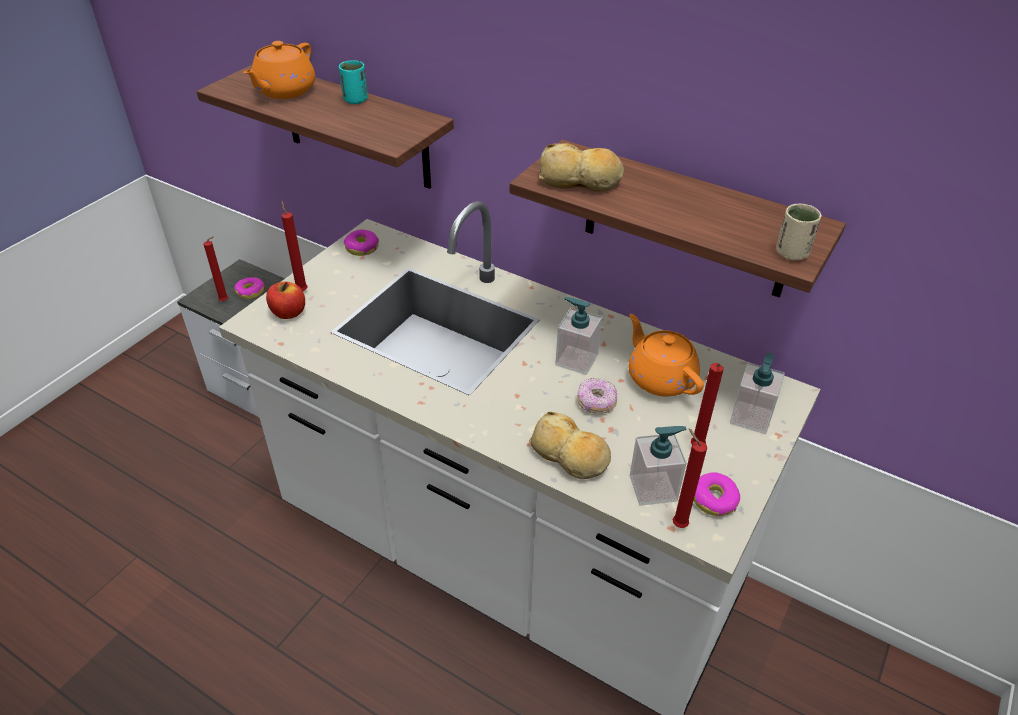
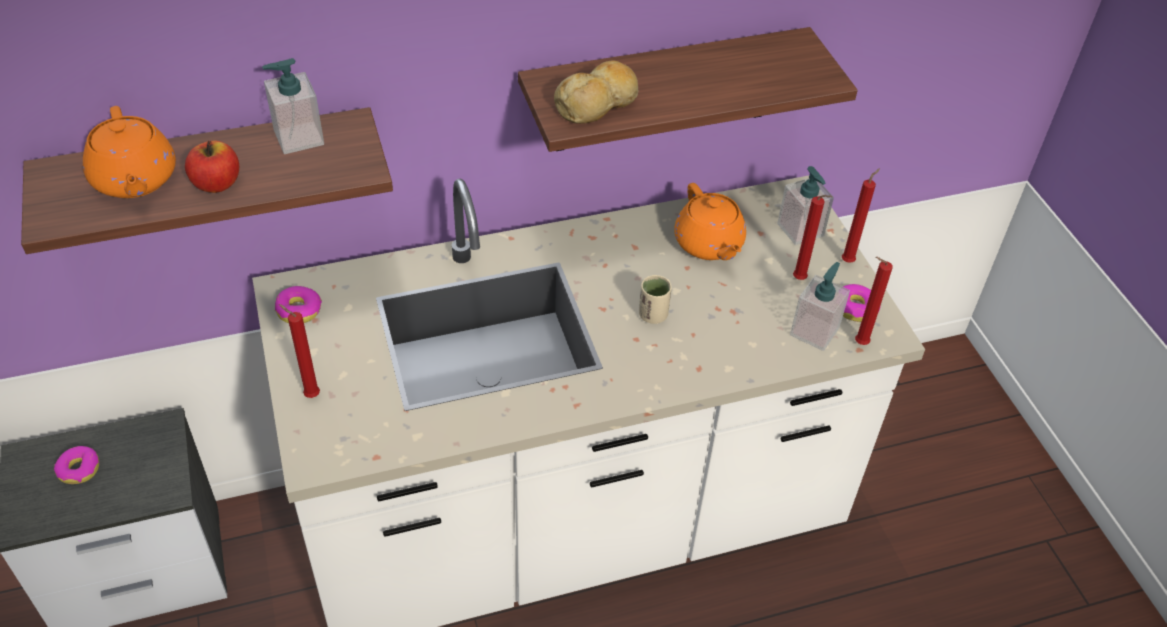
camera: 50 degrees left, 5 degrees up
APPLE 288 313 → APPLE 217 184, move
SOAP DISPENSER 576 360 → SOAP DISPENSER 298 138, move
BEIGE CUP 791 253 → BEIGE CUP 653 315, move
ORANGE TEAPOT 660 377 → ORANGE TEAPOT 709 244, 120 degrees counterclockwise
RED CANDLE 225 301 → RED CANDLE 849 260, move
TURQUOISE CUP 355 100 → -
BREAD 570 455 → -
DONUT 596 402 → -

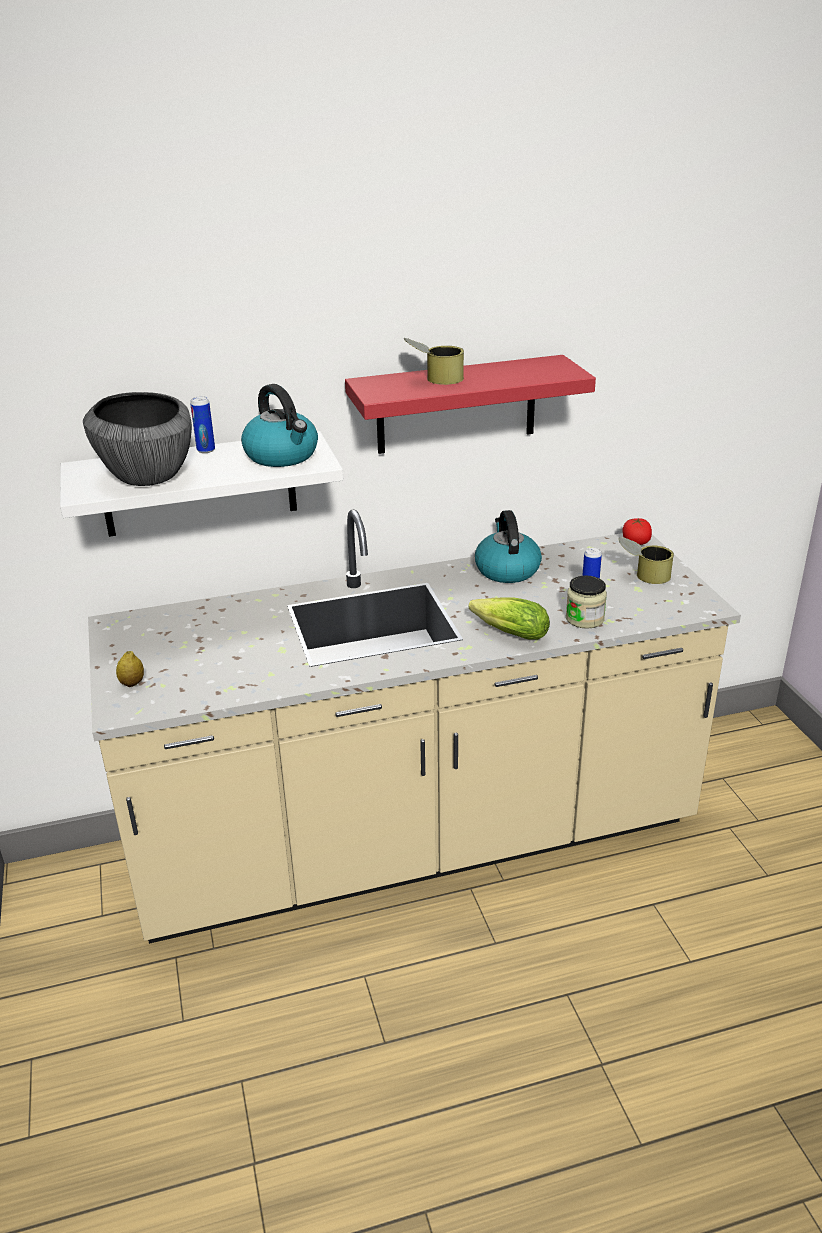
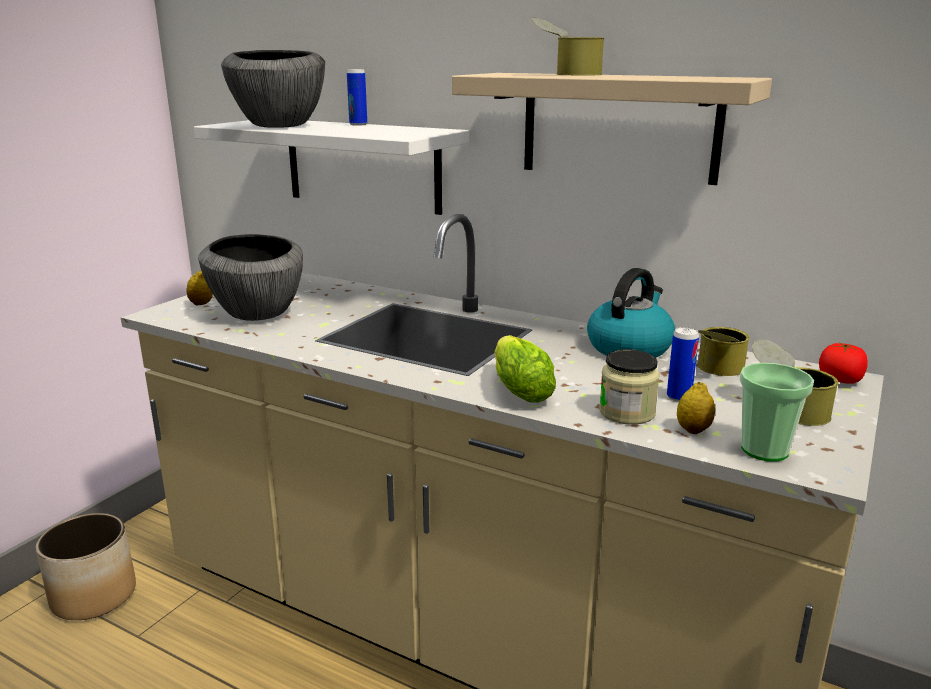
camera: 45 degrees right, 10 degrees down
- → PLANTER 94 595
- → BOWL 257 314
RED SHELF 456 405 → BEIGE SHELF 619 126
- → LEMON 693 430
- → CAN 716 372
- → CUP 764 450
KETTLE 282 456 → -

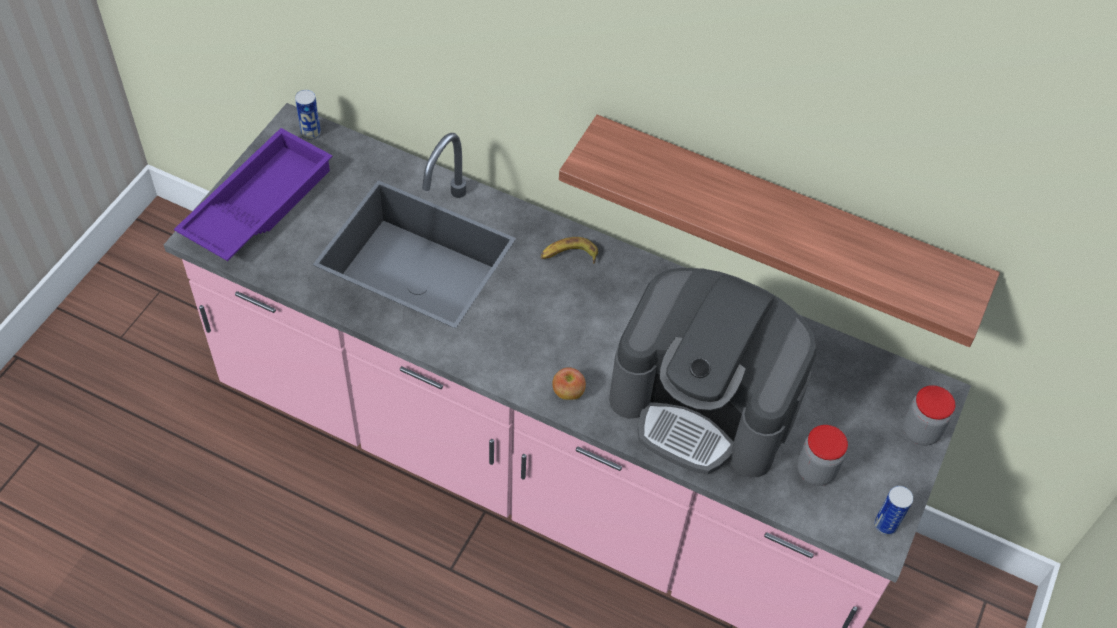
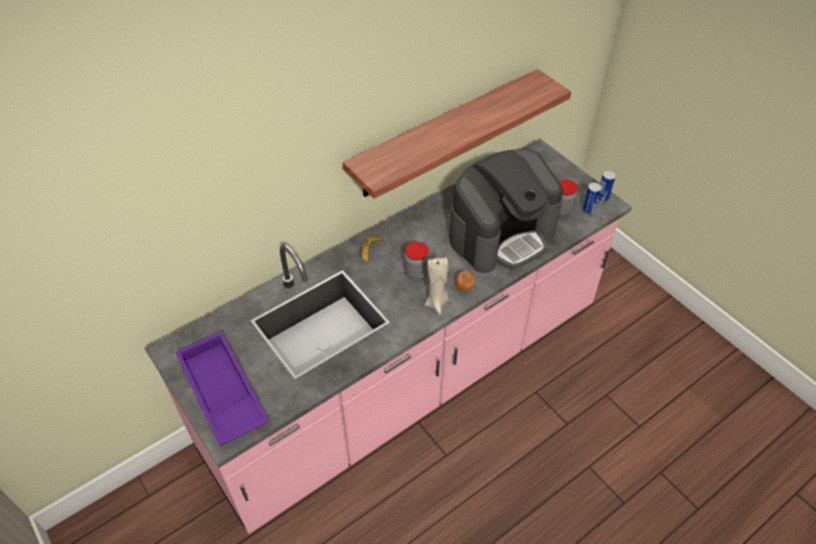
camera: 60 degrees left, 5 degrees down
JAR 920 431 → JAR 416 273, move
- → BEIGE CANDLE 436 303
CAN 311 133 → CAN 588 211, move

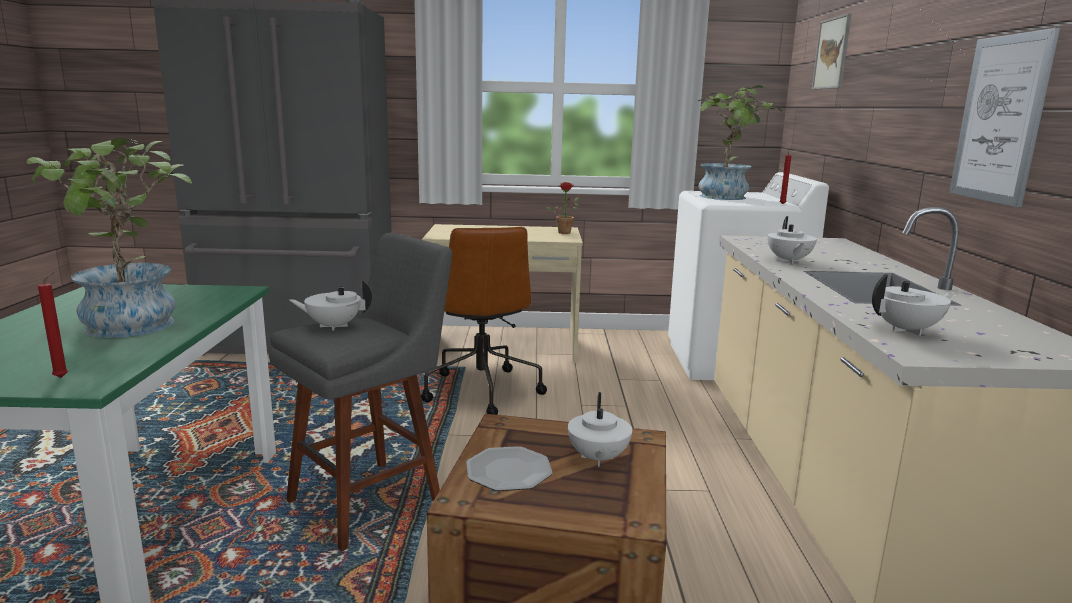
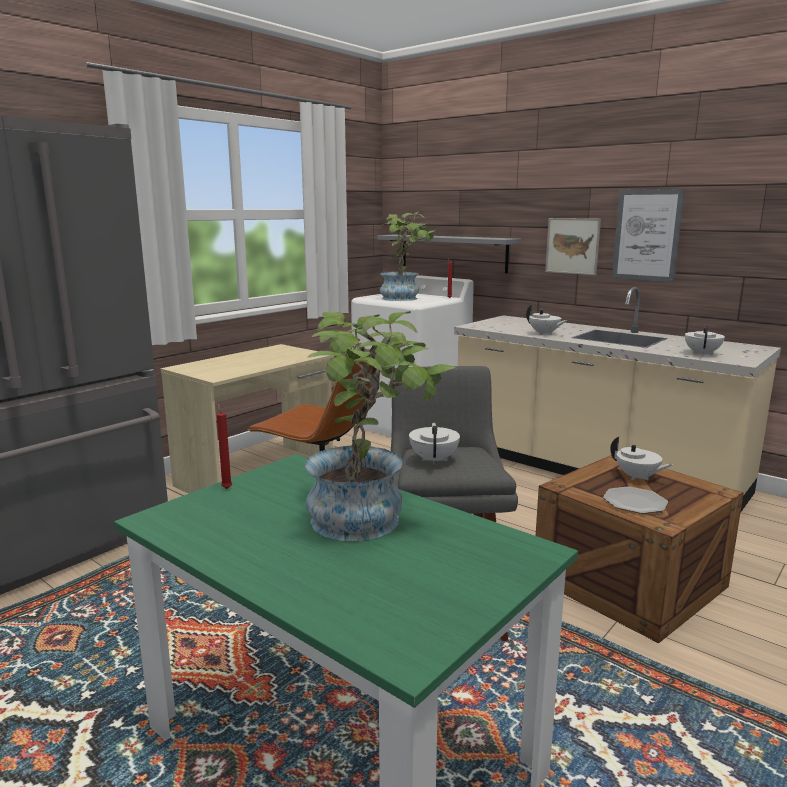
camera: 50 degrees left, 0 degrees up
RED CANDLE 63 377 → RED CANDLE 226 488, move
- → GREY SHELF 453 253
WHITE TEAPOT 333 326 → WHITE TEAPOT 434 459, 150 degrees clockwise
PICTURE 832 53 → PICTURE 572 246, move
POTTED PLANT 565 232 → -

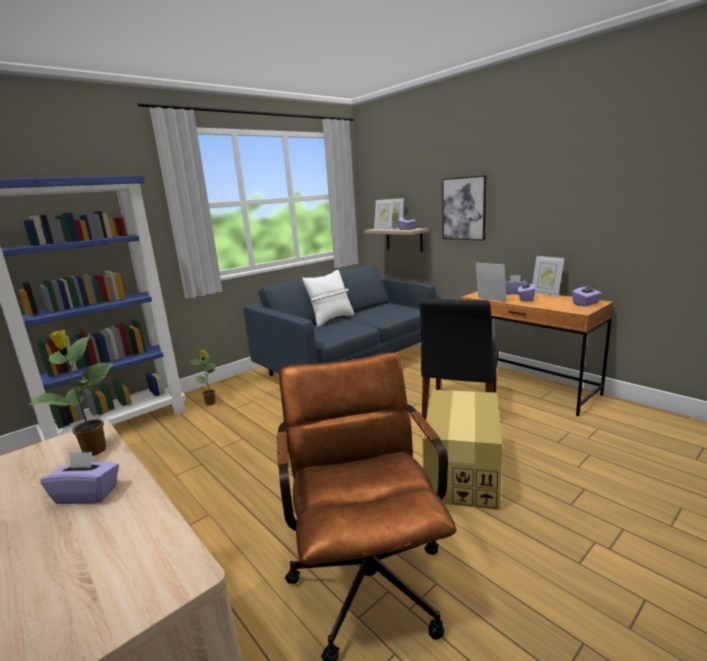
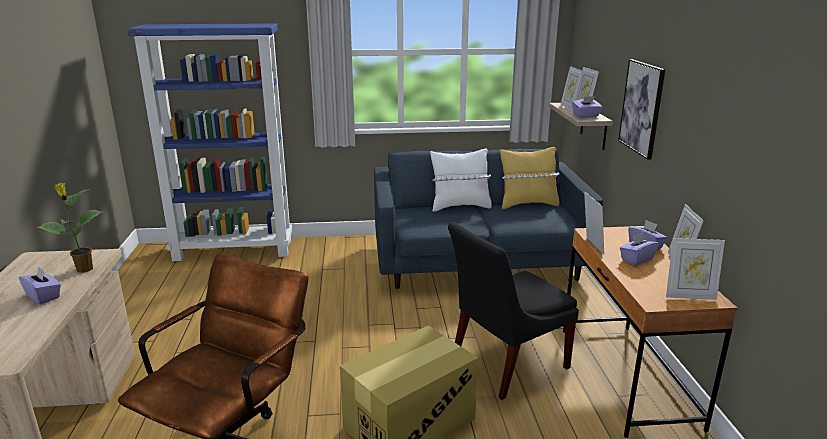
camera: 35 degrees right, 5 degrees up
- → YELLOW PILLOW 527 204
PURPLE TISSUE BOX 586 304 → PICTURE FRAME 689 296
POTTED PLANT 210 403 → -

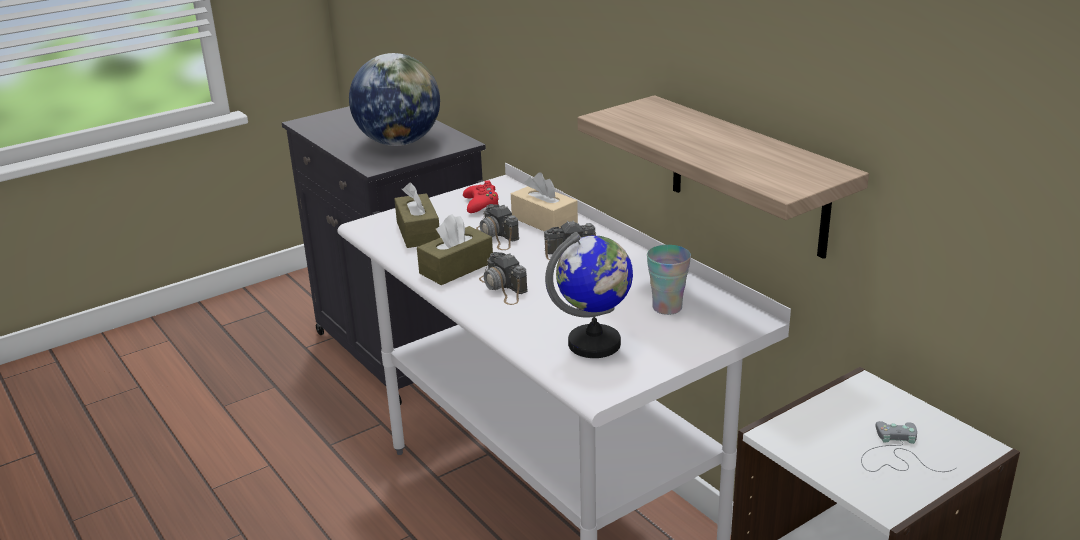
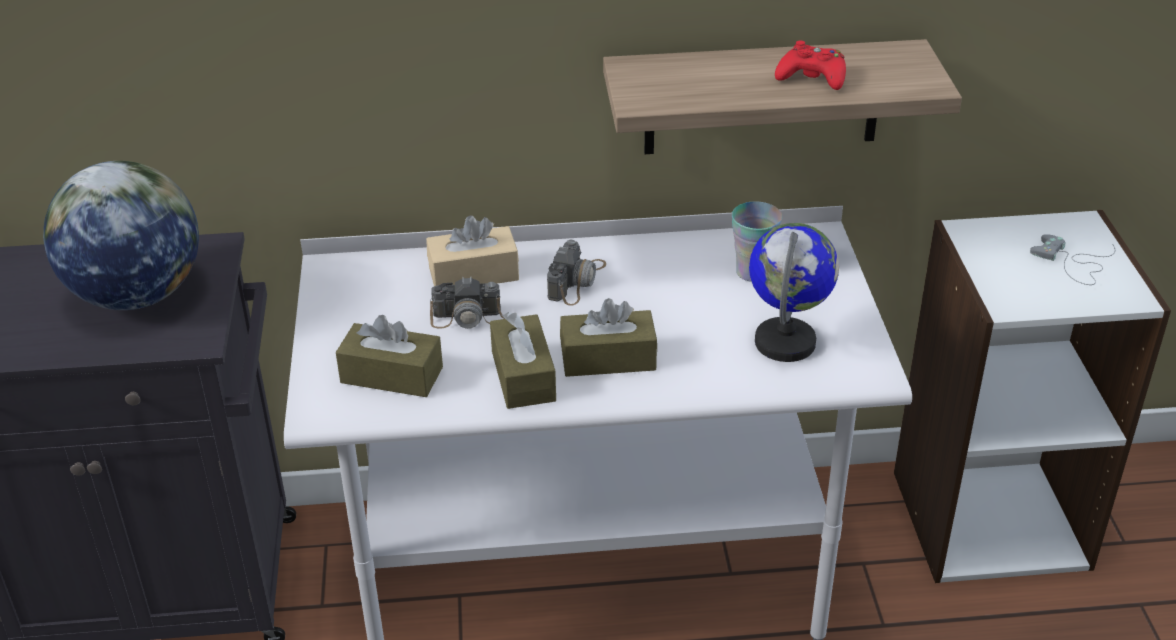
camera: 60 degrees left, 10 degrees up
PHOTO CAMERA 503 288 → BROWN TISSUE BOX 608 358
RED GAME CONTROLLER 481 205 → RED GAME CONTROLLER 812 77, move

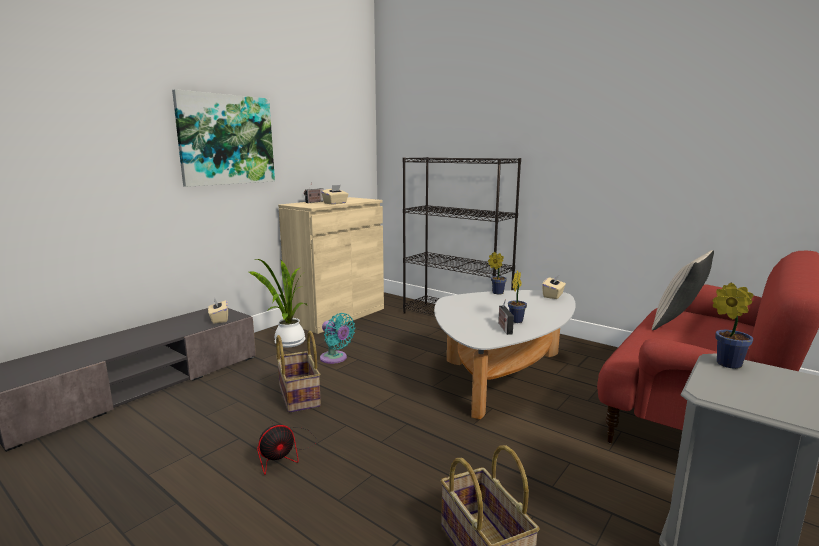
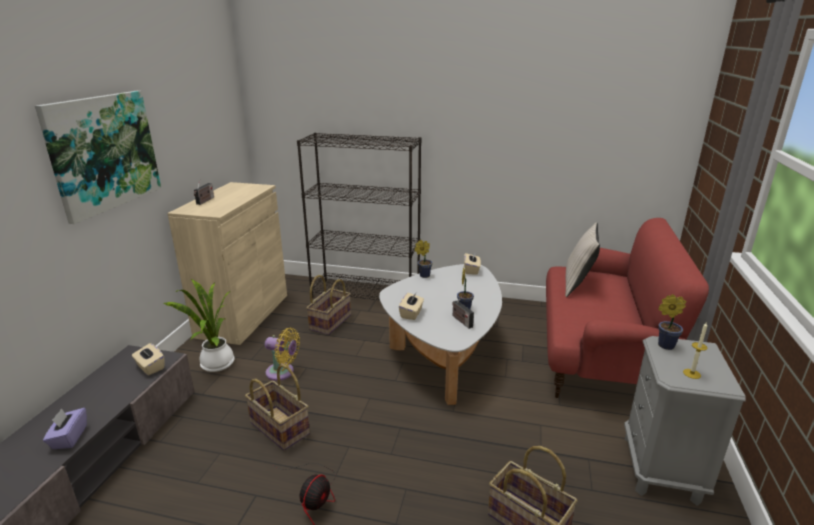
camera: 25 degrees left, 10 degrees up
- → PURPLE TISSUE BOX 69 437
TURQUOISE FAN 335 358 → YELLOW FAN 282 372
- → BASKET 330 322
BEIGE TISSUE BOX 335 203 → BEIGE TISSUE BOX 411 313, move
- → CANDLE 691 373

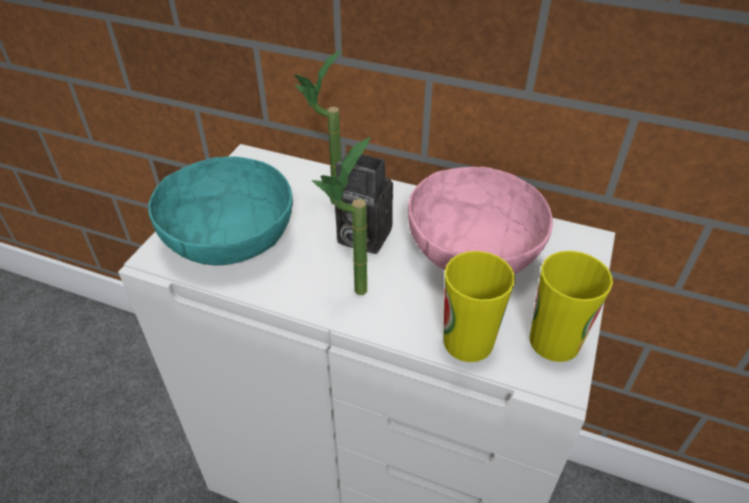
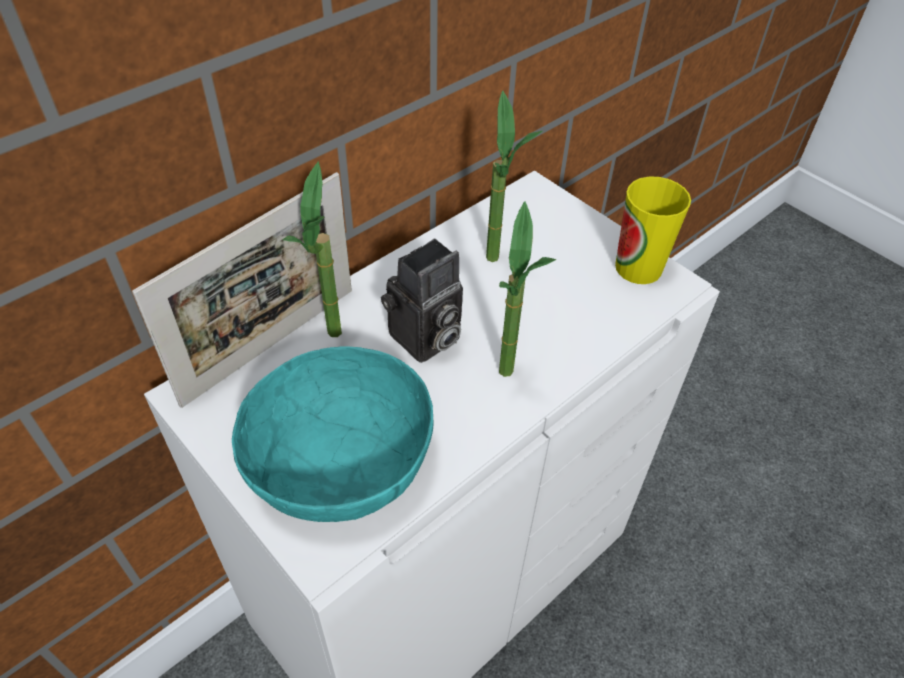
camera: 65 degrees left, 5 degrees up
- → PICTURE FRAME 271 345
PINK BOWL 472 249 → POTTED PLANT 499 266
CUP 468 341 → -

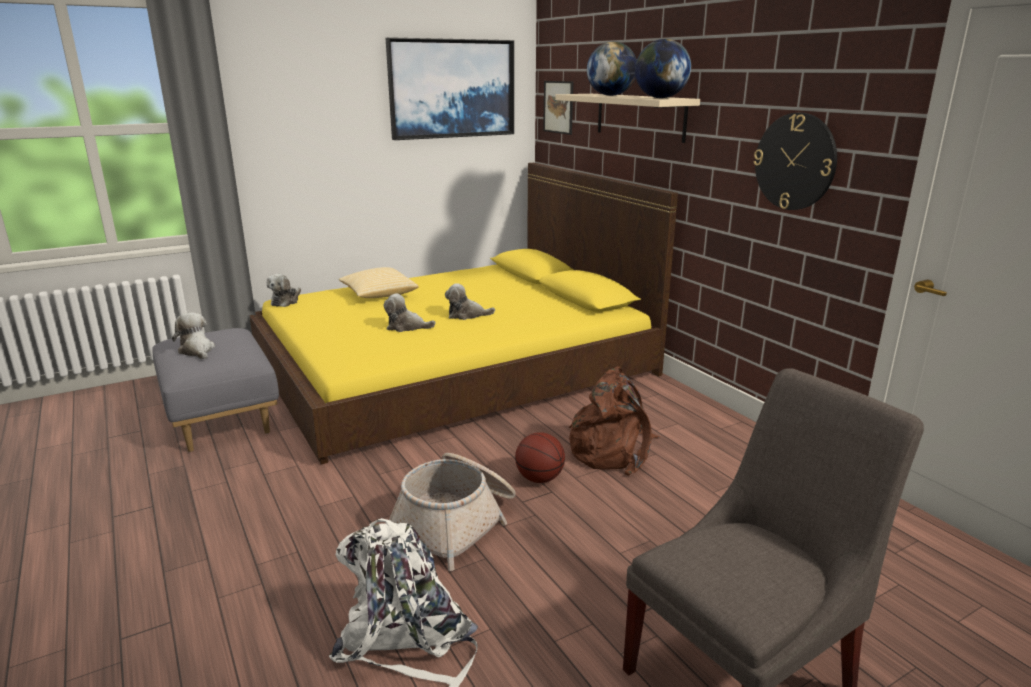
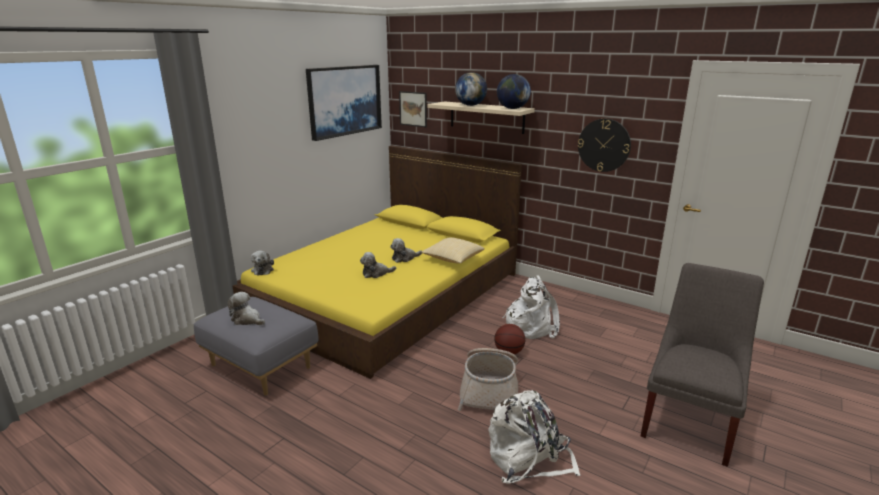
camera: 25 degrees left, 0 degrees up
PILLOW 378 295 → PILLOW 453 259, move
BROWN BACKPACK 612 451 → WHITE BACKPACK 531 326

